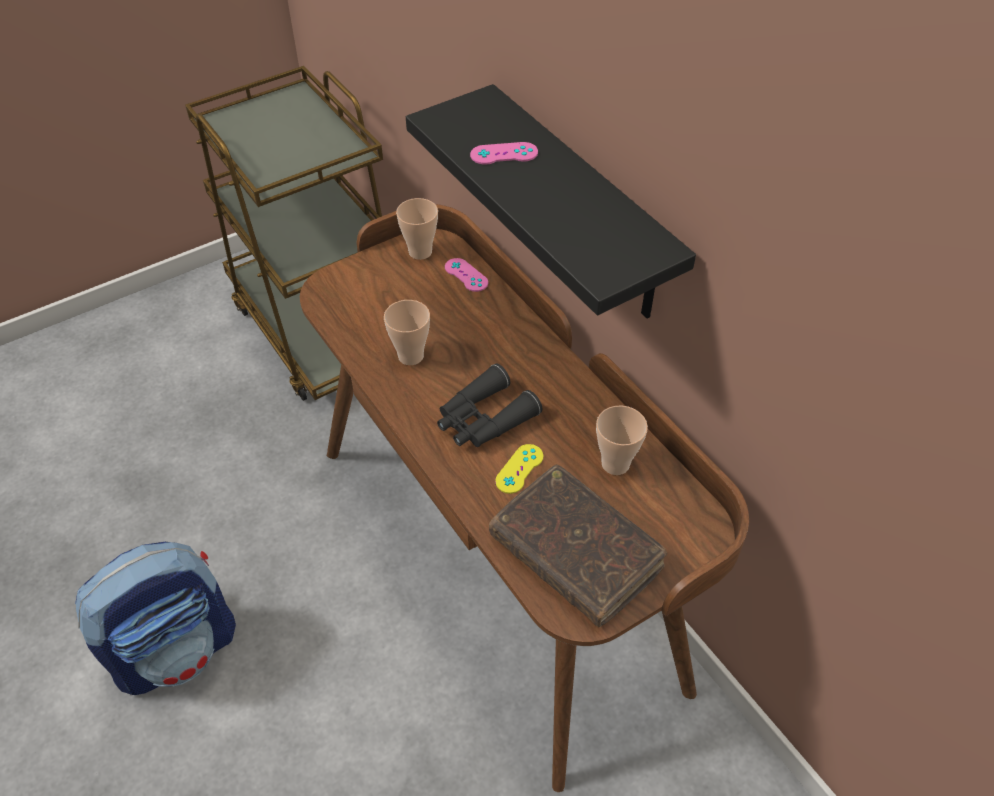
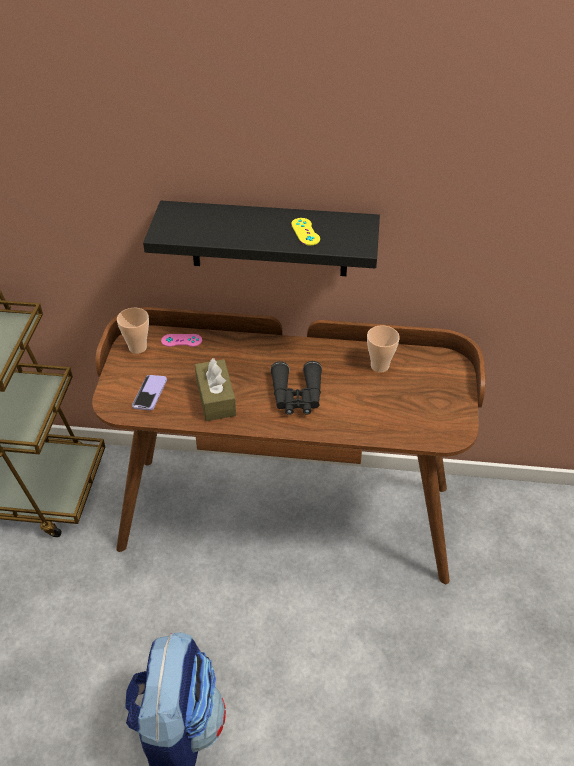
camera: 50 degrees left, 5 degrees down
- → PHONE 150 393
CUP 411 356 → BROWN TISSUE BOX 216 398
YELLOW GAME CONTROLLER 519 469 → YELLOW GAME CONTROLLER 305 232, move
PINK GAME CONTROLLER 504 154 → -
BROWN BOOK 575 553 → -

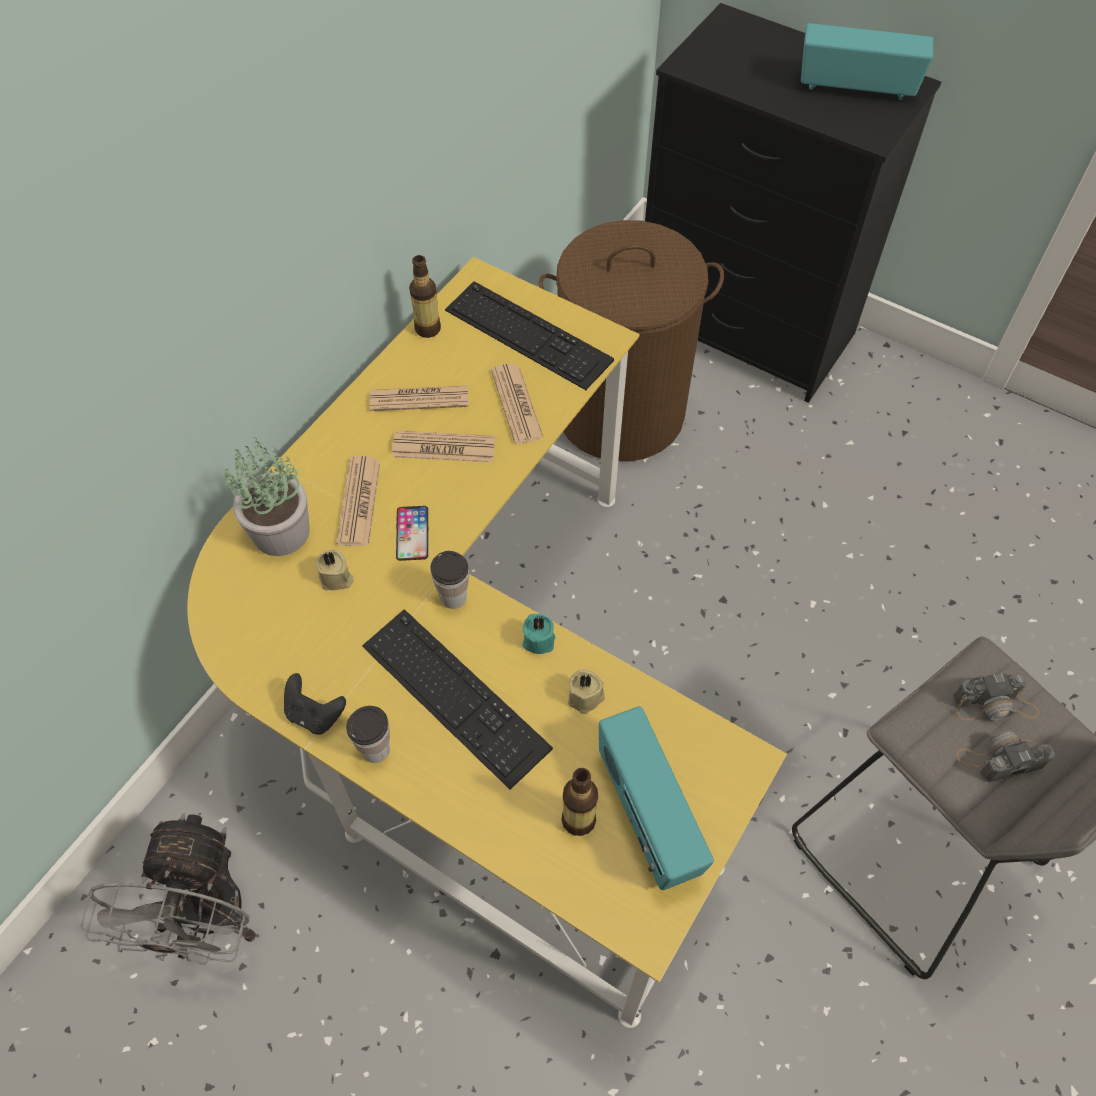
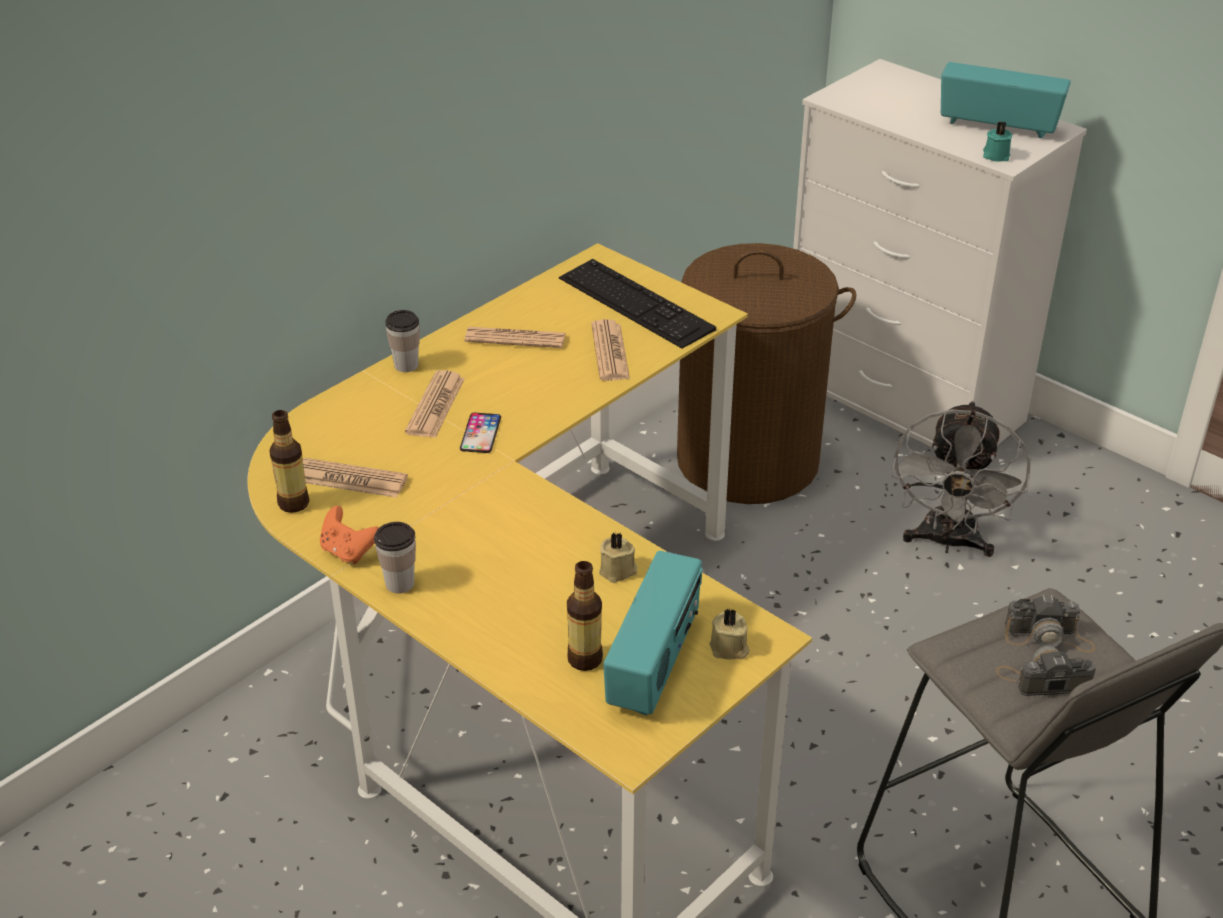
camera: 10 degrees right, 20 degrees down
BOTTLE 427 329 → BOTTLE 293 503, move
NEWSPAPER 444 447 → NEWSPAPER 350 479, move
BLACK GAME CONTROLLER 315 714 → ORANGE GAME CONTROLLER 348 551
CUP 453 597 → CUP 406 365, move
RADIO 646 814 → RADIO 655 664, 150 degrees counterclockwise
BEIGE CANDLE 336 579 → BEIGE CANDLE 729 649, move
BLACK DRESSER 746 328 → WHITE DRESSER 904 404
GREY FAN 208 924 → GREY FAN 948 542, move
TURQUOISE CANDLE 538 639 → TURQUOISE CANDLE 995 155, move
POTTED PLANT 282 531 → -
KEYBOARD 454 696 → -

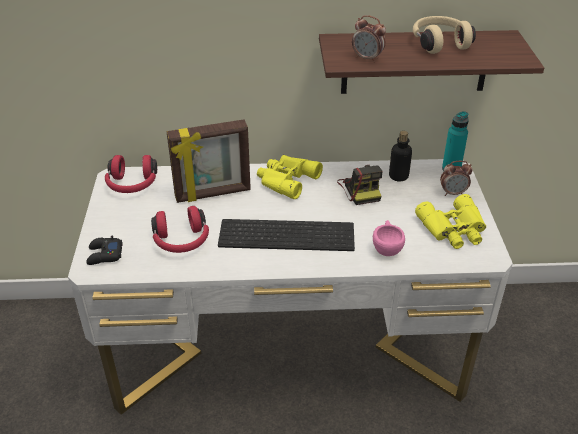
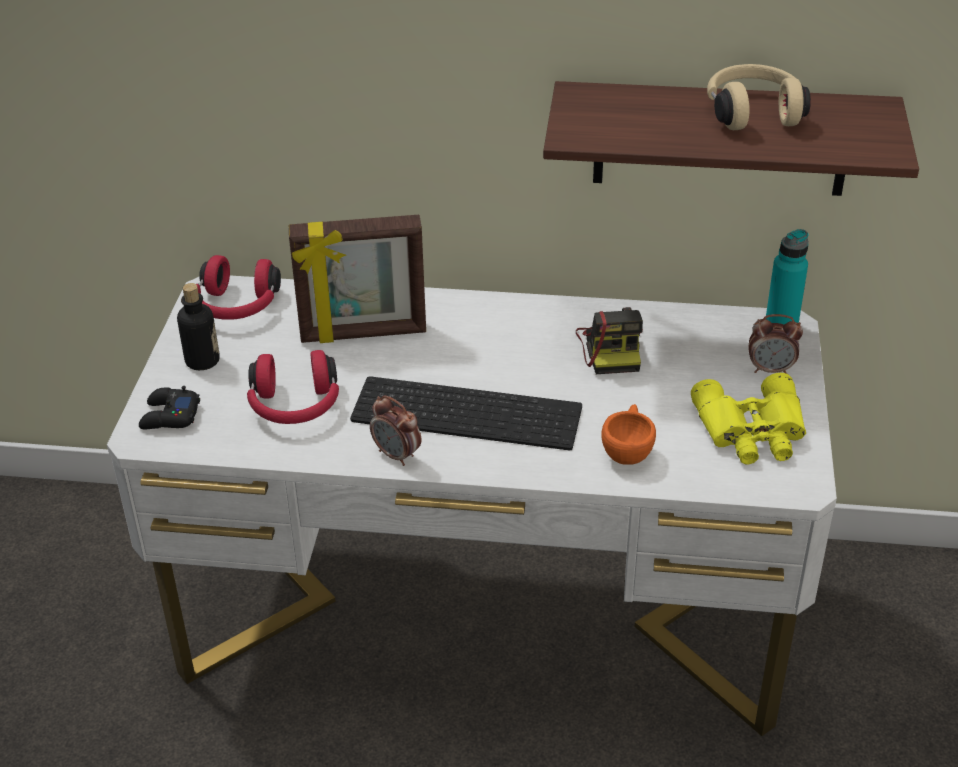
camera: 10 degrees right, 0 degrees up
BOTTLE 398 176 → BOTTLE 202 361, move
ALARM CLOCK 367 58 → ALARM CLOCK 397 455, move
PINK CUP 386 247 → ORANGE CUP 628 450
YELLOW BINOCULARS 285 180 → -

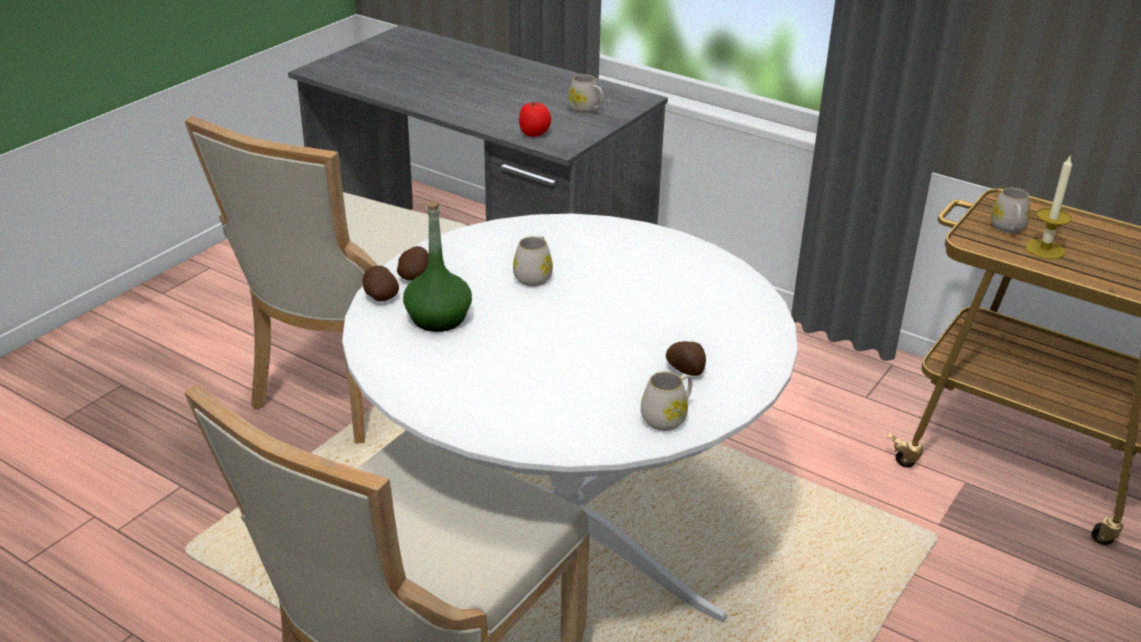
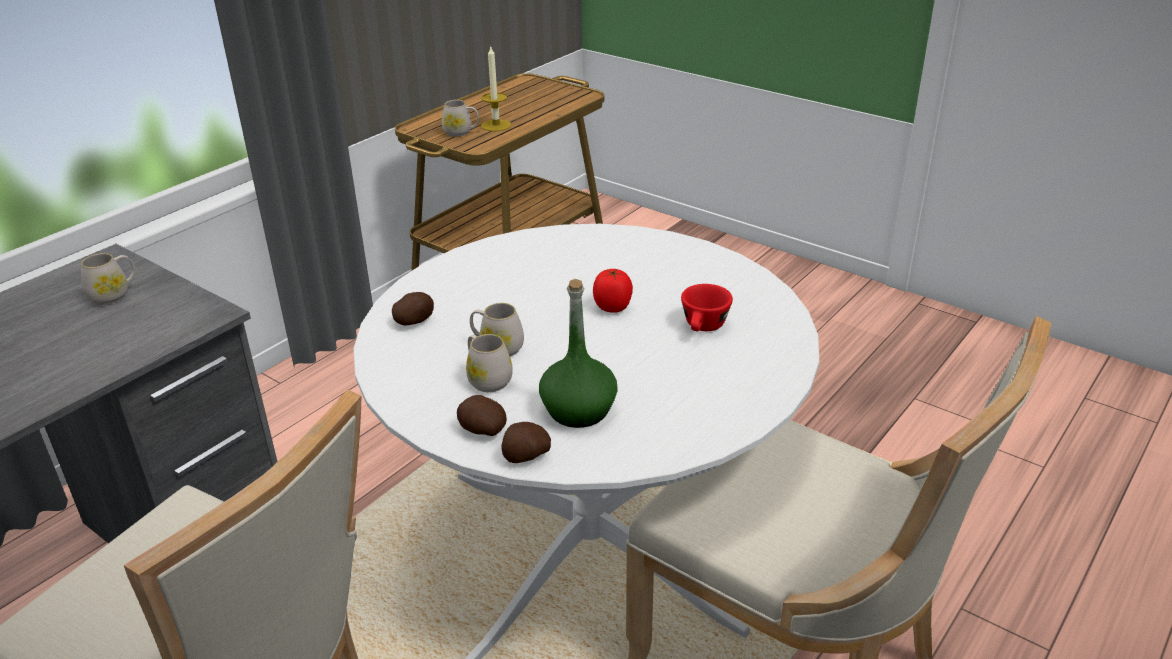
camera: 85 degrees left, 0 degrees up
POTATO 686 370 → POTATO 415 321, move
WHITE MUG 667 417 → WHITE MUG 487 379, move
TOMATO 534 134 → TOMATO 613 307, move
- → RED CUP 703 328

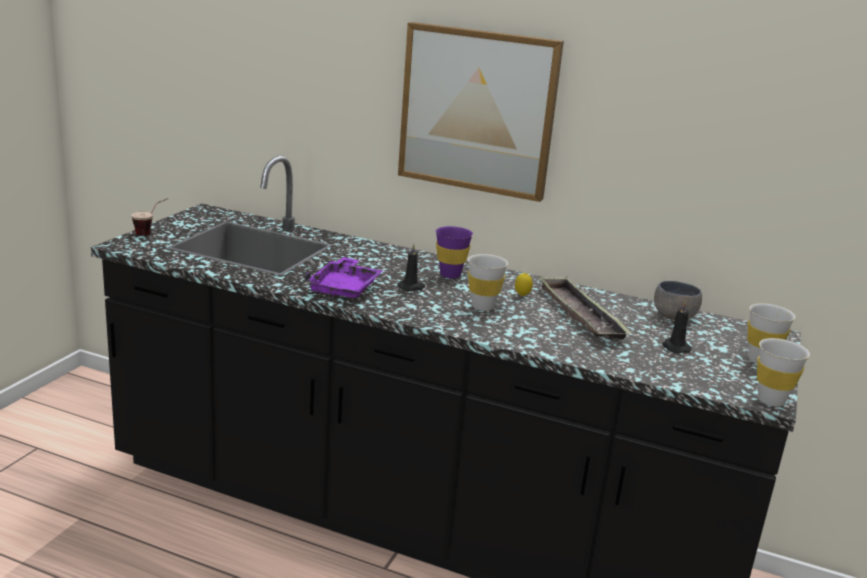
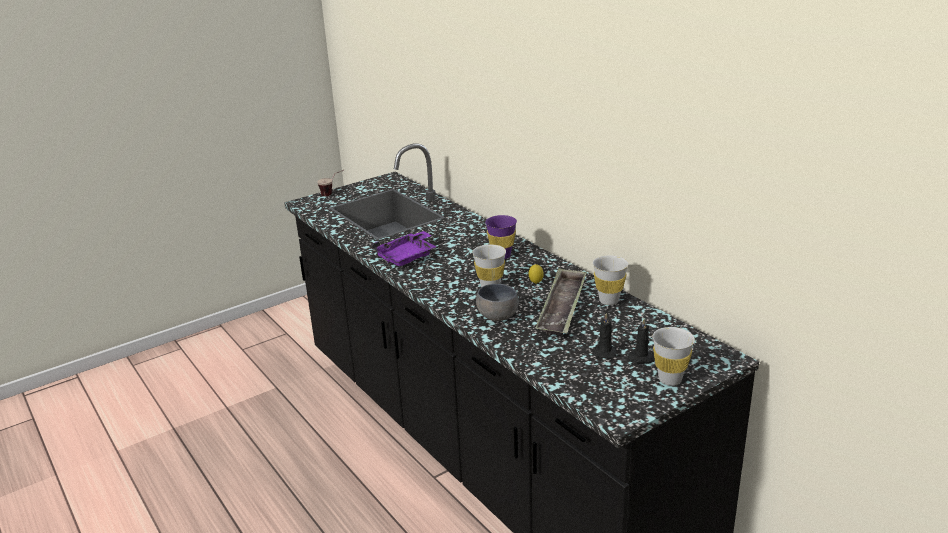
camera: 35 degrees right, 5 degrees up
GREY BOWL 674 316 → GREY BOWL 499 316, move
WHITE CUP 771 400 → WHITE CUP 609 301, move
BLACK CANDLE 411 287 → BLACK CANDLE 642 358, move
PICTURE 478 111 → -

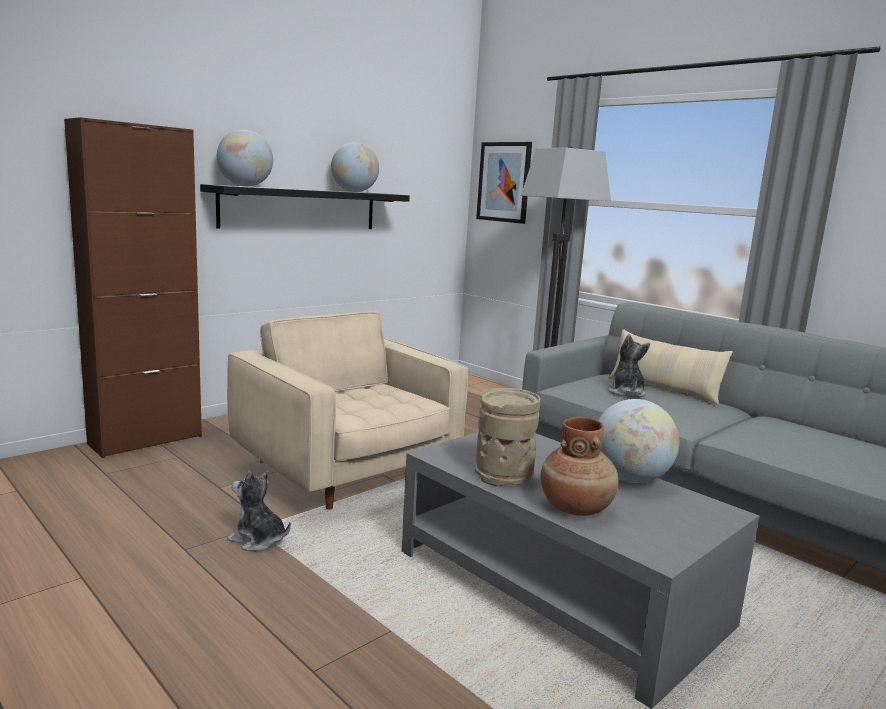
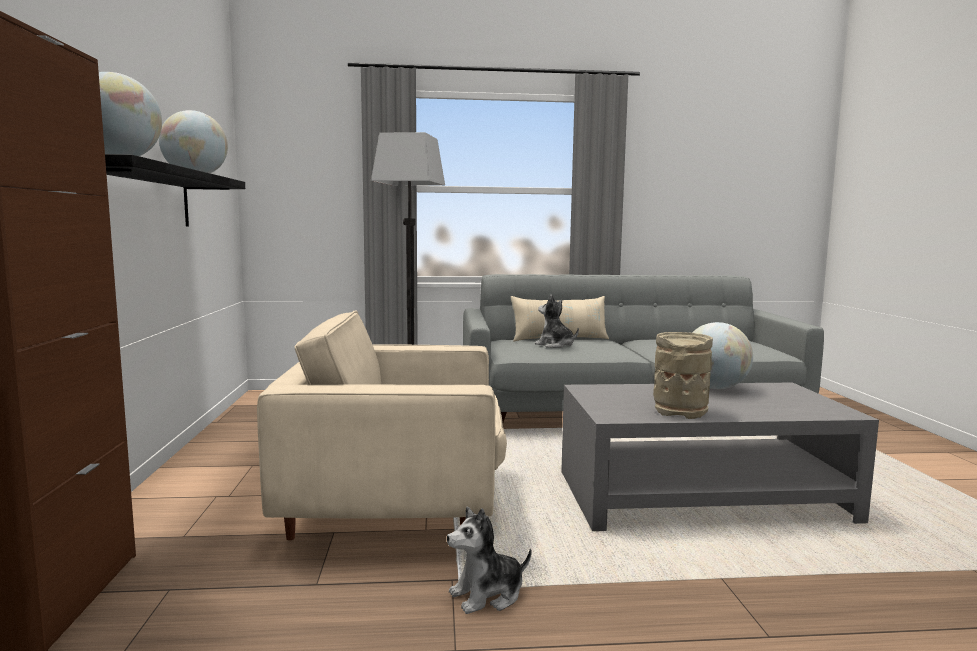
camera: 50 degrees left, 5 degrees down
PICTURE 504 182 → -
BROWN VASE 576 507 → -

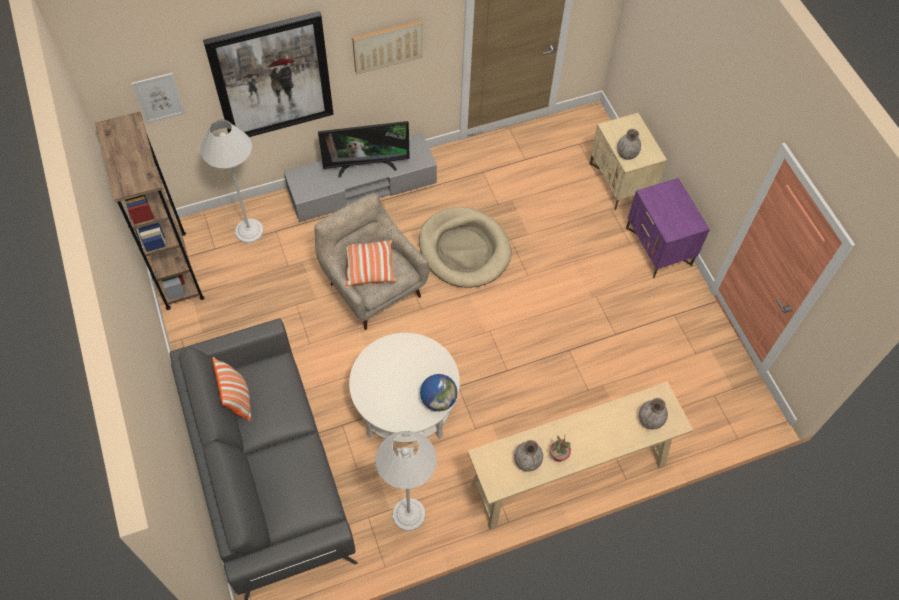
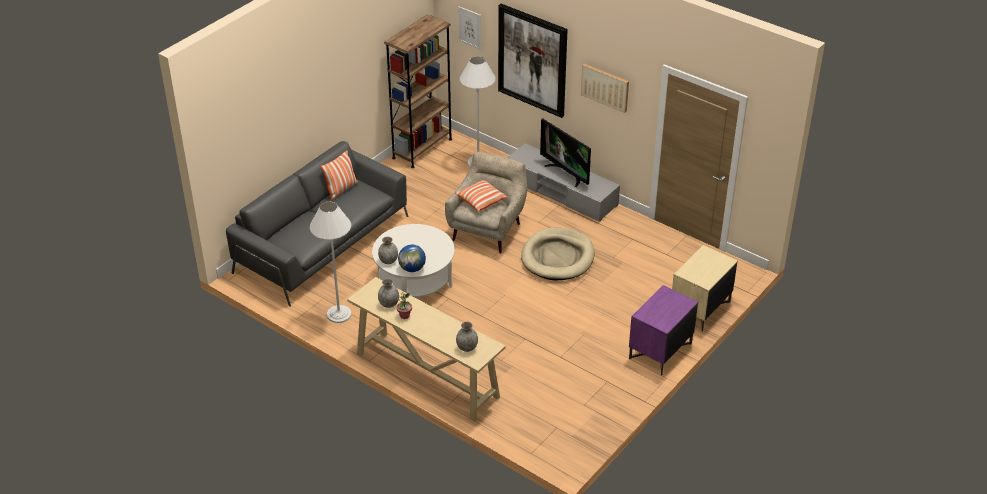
camera: 60 degrees right, 20 degrees down
GREY VASE 626 154 → GREY VASE 388 260, move

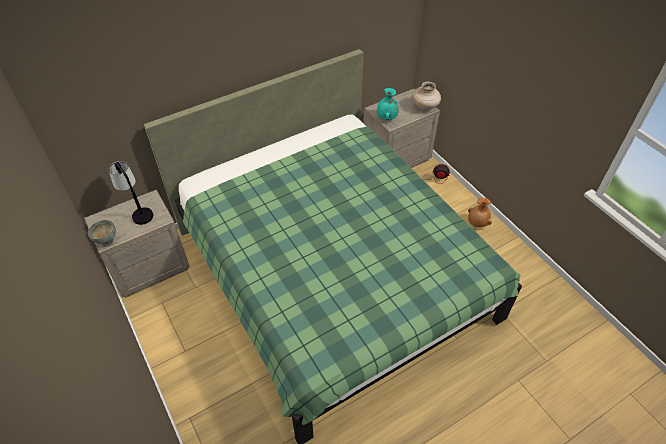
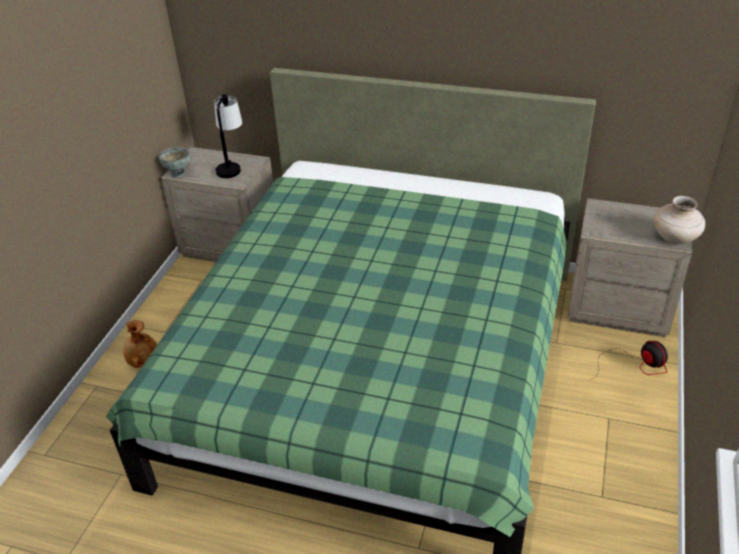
camera: 50 degrees right, 10 degrees down
BROWN VASE 477 223 → BROWN VASE 143 362, move
TURQUOISE VASE 386 117 → -

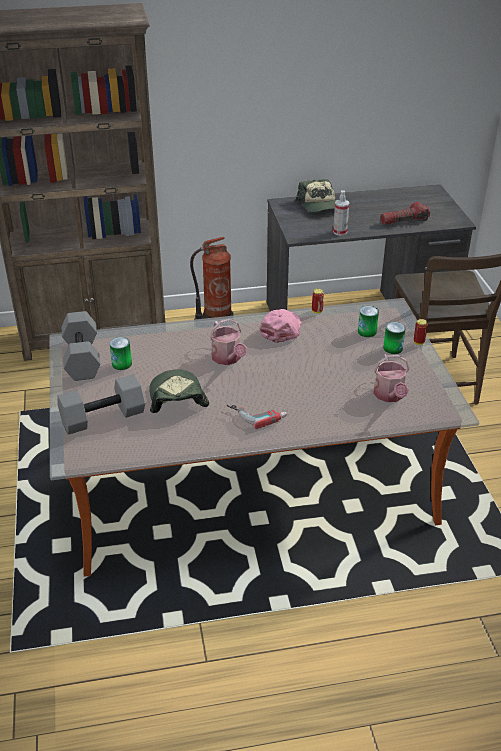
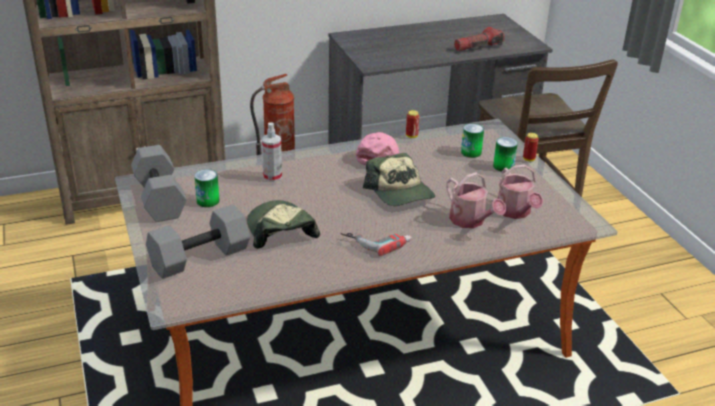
camera: 10 degrees left, 5 degrees down
SPRAY BOTTLE 340 232 → SPRAY BOTTLE 272 177, move
CAP 320 205 → CAP 400 192, move
WATERING CAN 228 359 → WATERING CAN 470 221, move

